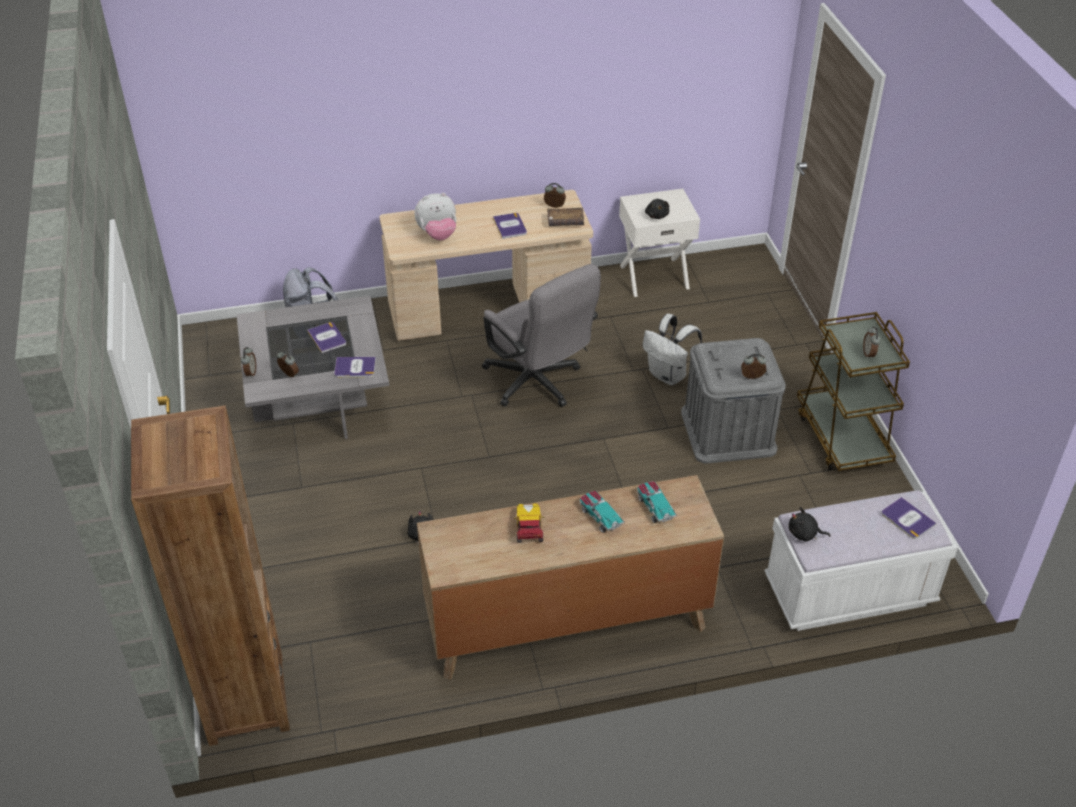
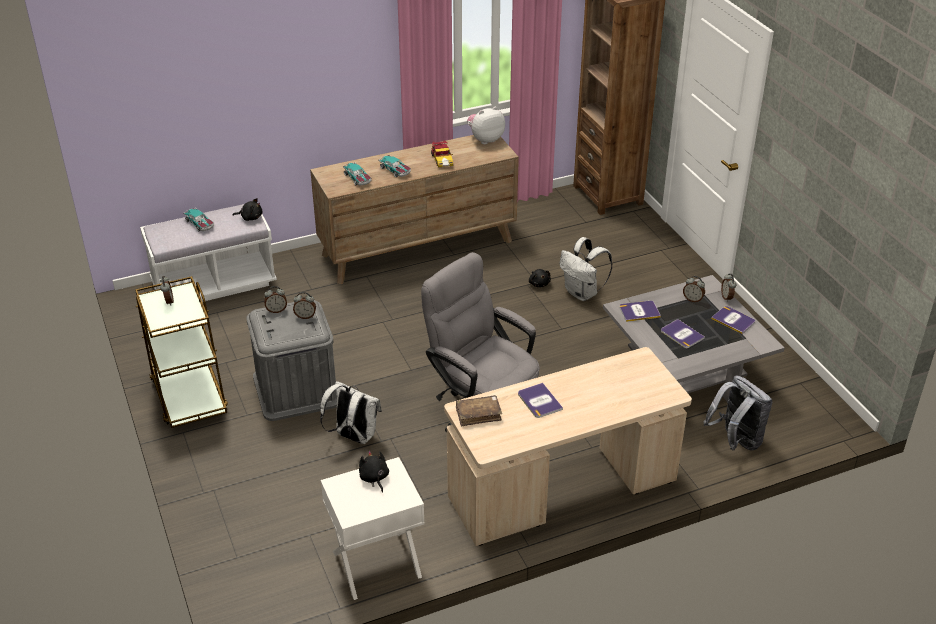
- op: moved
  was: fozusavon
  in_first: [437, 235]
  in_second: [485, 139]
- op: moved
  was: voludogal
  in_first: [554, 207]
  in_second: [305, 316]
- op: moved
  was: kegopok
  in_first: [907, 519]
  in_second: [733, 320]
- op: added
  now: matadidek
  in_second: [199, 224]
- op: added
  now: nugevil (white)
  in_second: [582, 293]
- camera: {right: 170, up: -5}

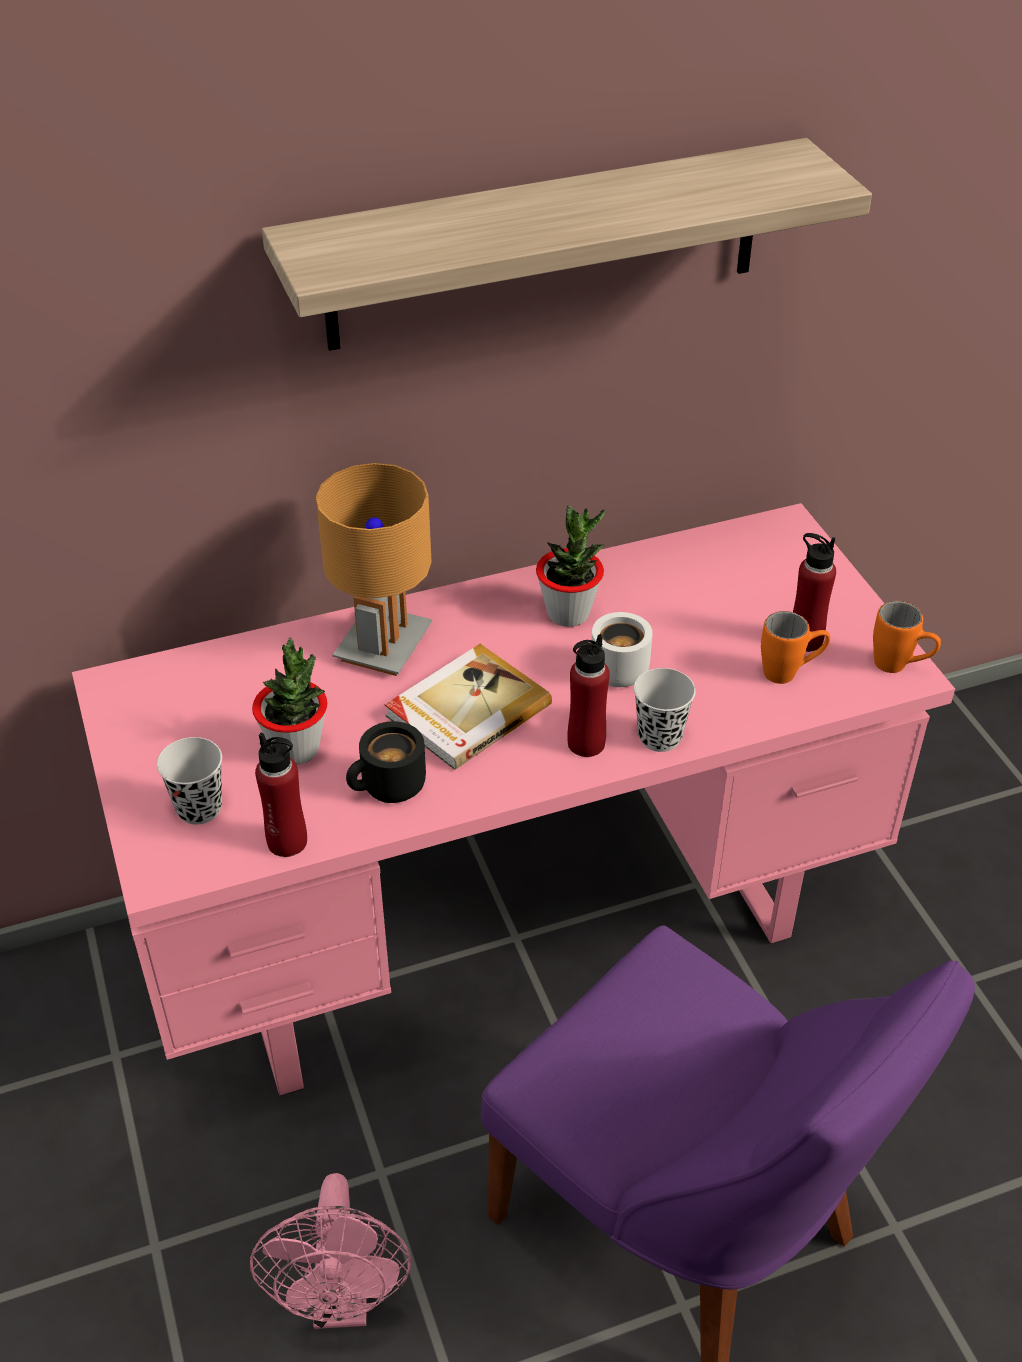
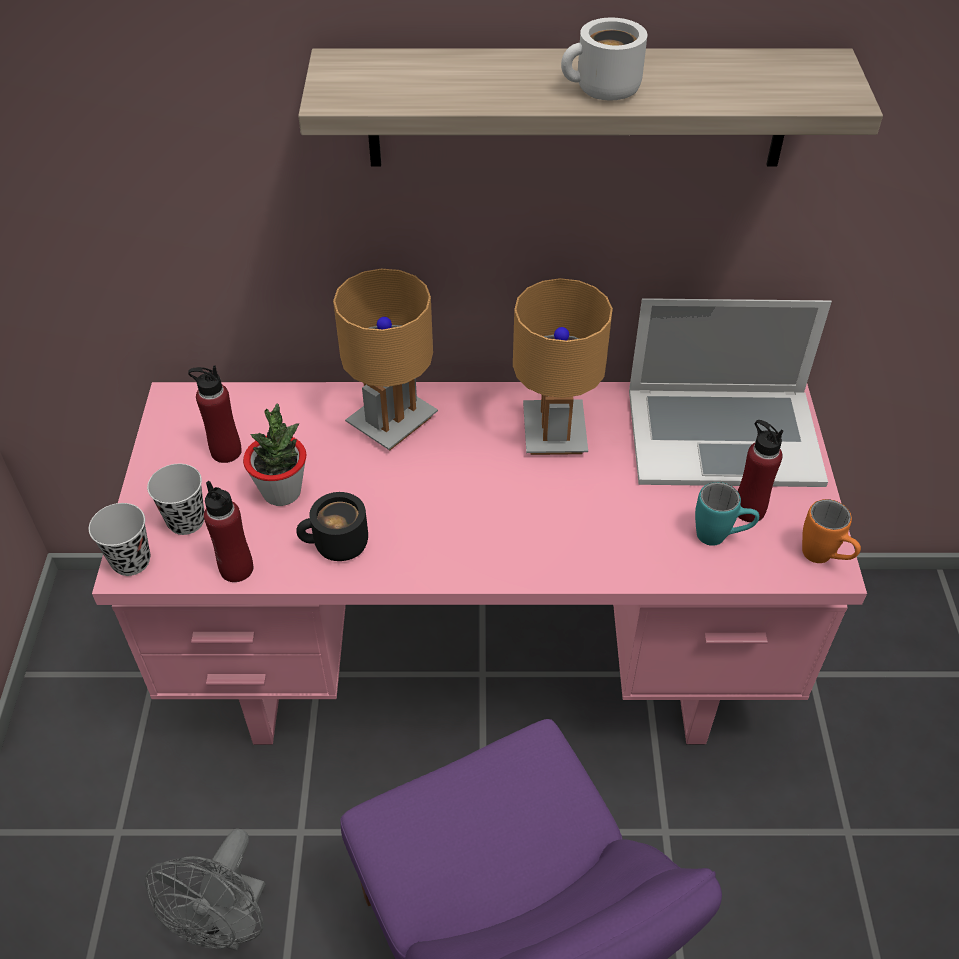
- op: recoloured
  was: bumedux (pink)
  now: bumedux (grey)
  in_first: [342, 1301]
  in_second: [229, 925]
- op: removed
  was: kegopok
  in_first: [466, 710]
- op: replaced
  was: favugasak
  now: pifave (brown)
  in_first: [568, 613]
  in_second: [555, 432]
- op: moved
  was: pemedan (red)
  in_first: [586, 743]
  in_second: [226, 451]
- op: moved
  was: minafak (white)
  in_first: [616, 675]
  in_second: [603, 91]
- op: moved
  was: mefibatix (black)
  in_first: [659, 737]
  in_second: [131, 561]
- op: recoloured
  was: minafak (orange)
  now: minafak (turquoise)
  in_first: [790, 673]
  in_second: [720, 537]
- op: added
  now: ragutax
  in_second: [723, 435]
- camera: {right: 20, up: 5}

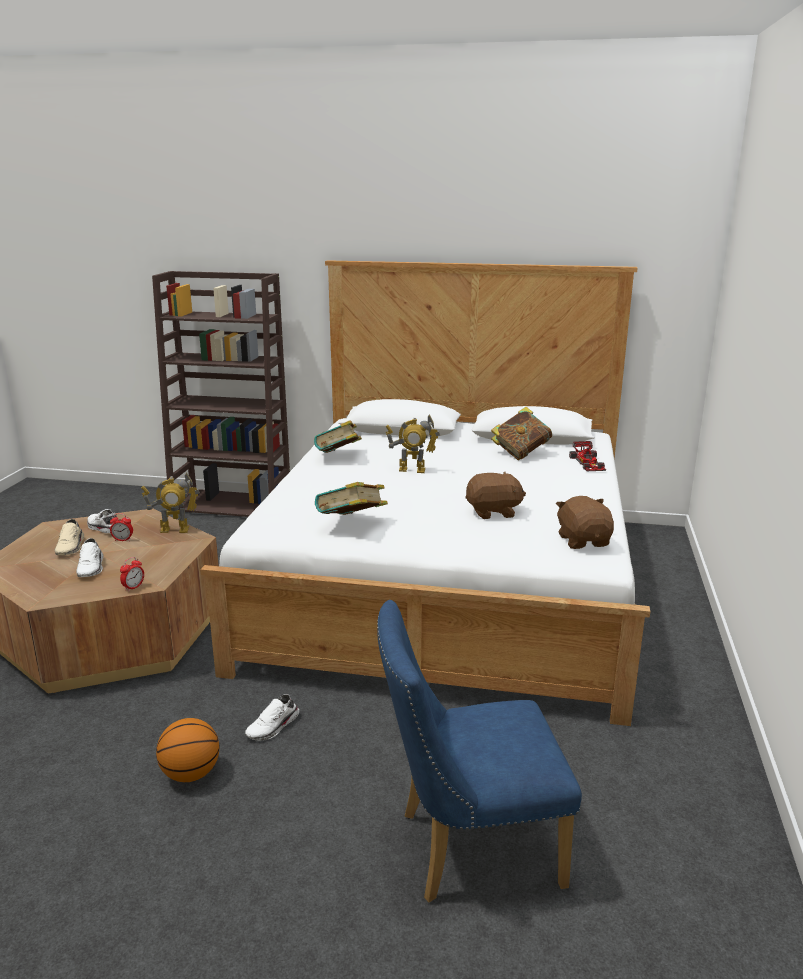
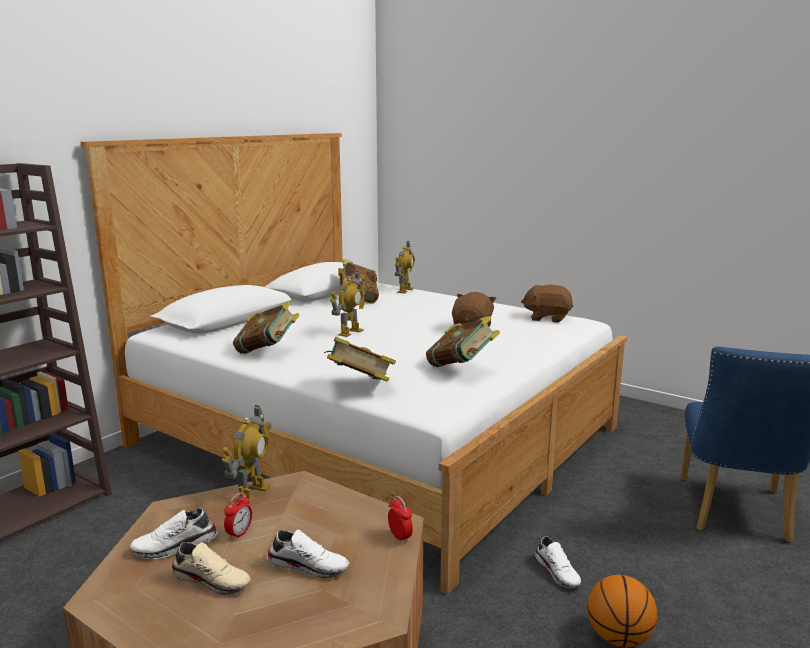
- op: replaced
  was: matadidek
  now: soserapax
  in_first: [588, 463]
  in_second: [405, 290]
- op: added
  now: kegopok
  in_second: [359, 386]
- camera: {right: -65, up: -5}

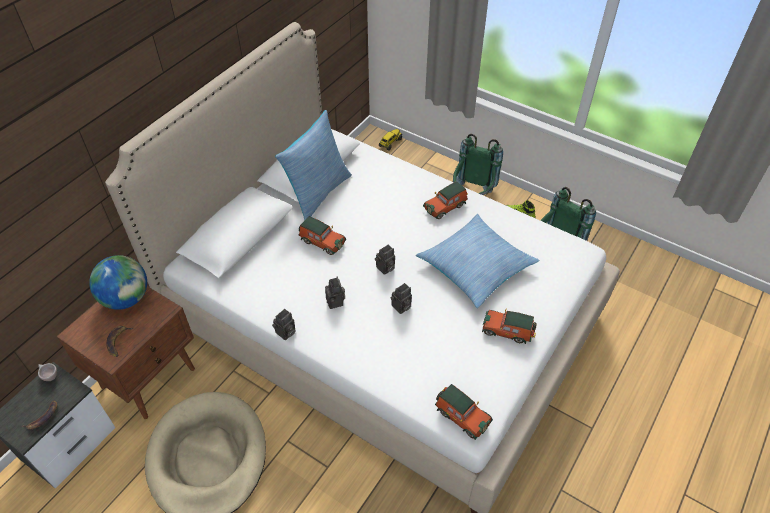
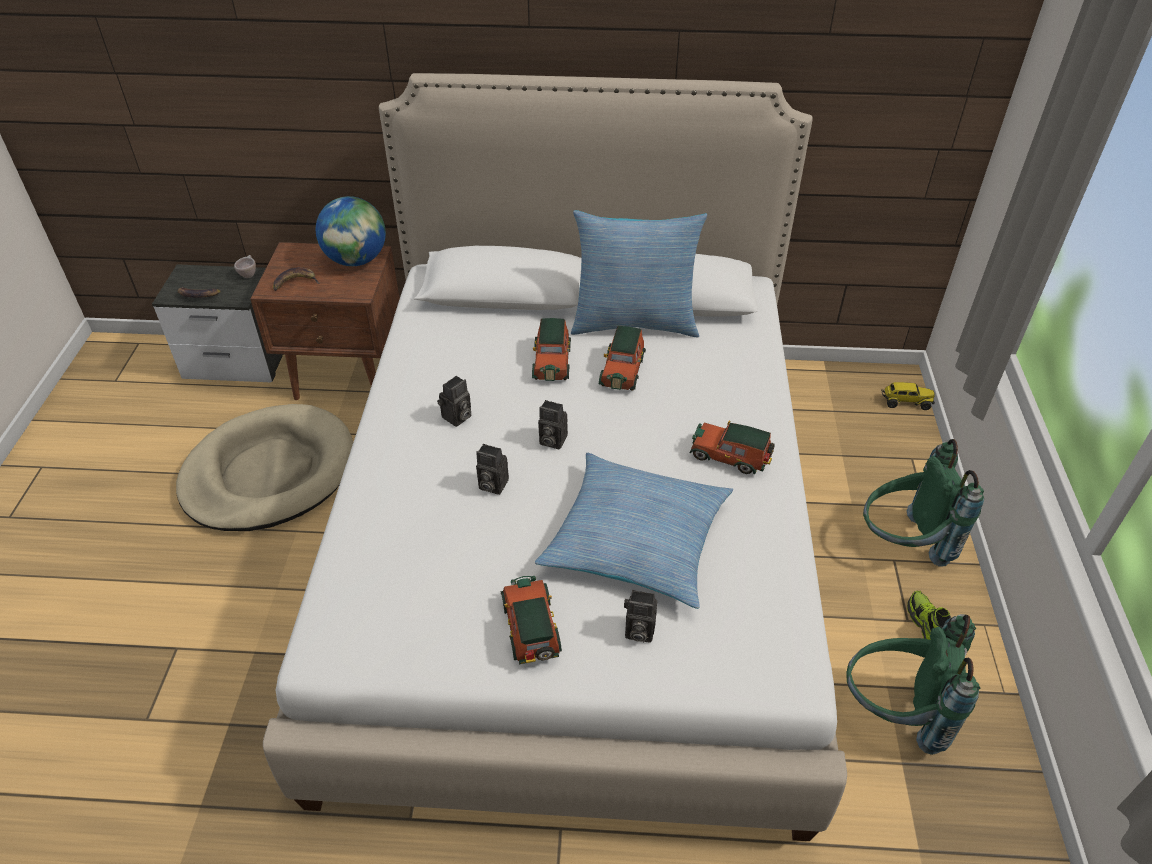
- op: moved
  was: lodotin
  in_first: [285, 333]
  in_second: [638, 631]
- op: moved
  was: matadidek
  in_first: [461, 415]
  in_second: [623, 370]
- camera: {right: 60, up: -5}

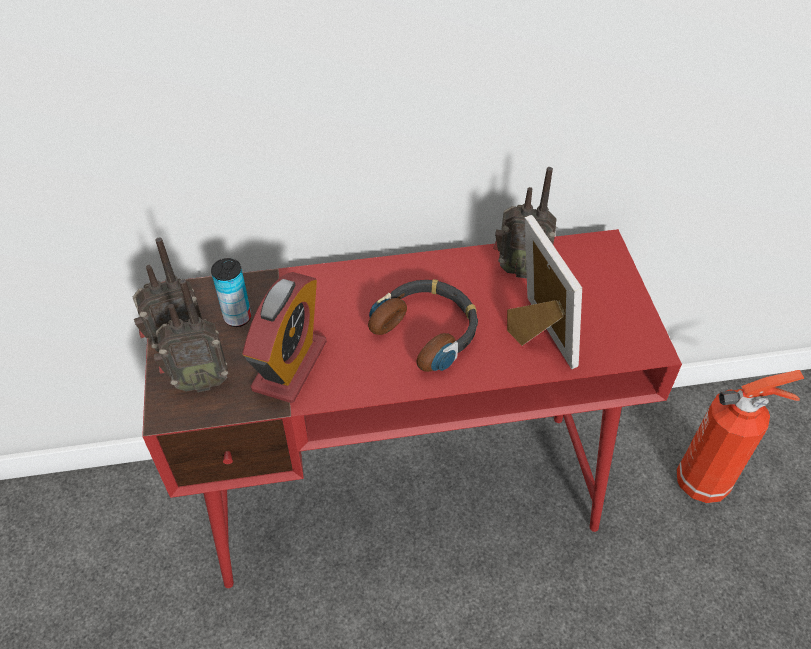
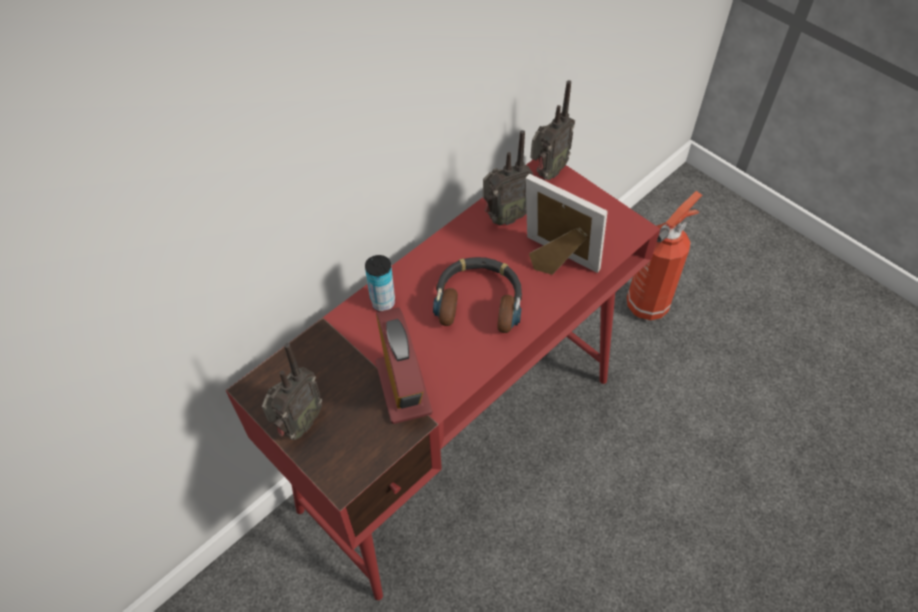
- op: moved
  was: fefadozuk
  in_first: [199, 381]
  in_second: [547, 173]
- op: moved
  was: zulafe
  in_first: [237, 317]
  in_second: [383, 303]
- camera: {right: -35, up: 5}

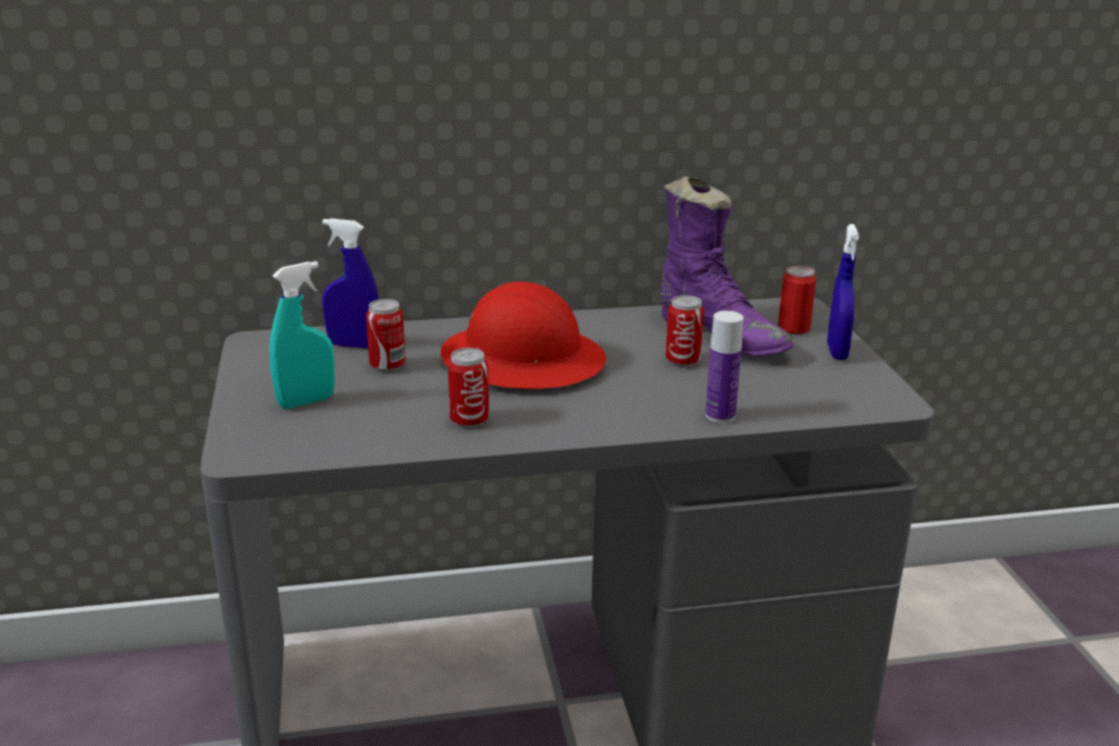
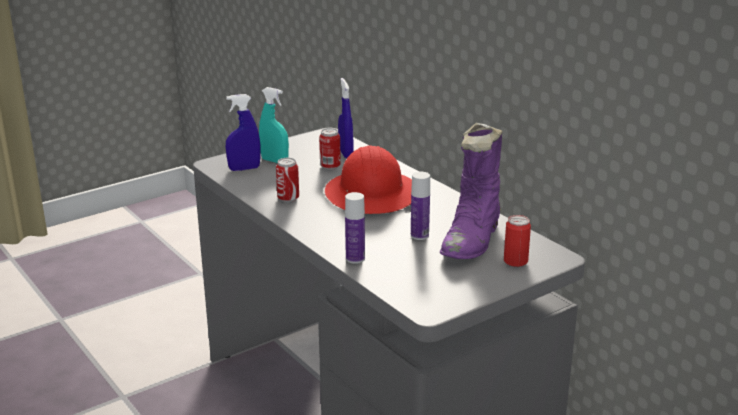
- op: replaced
  was: zulafe
  now: pemedan
  in_first: [682, 361]
  in_second: [419, 235]
- op: moved
  was: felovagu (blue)
  in_first: [837, 352]
  in_second: [244, 169]
- camera: {right: 65, up: 0}

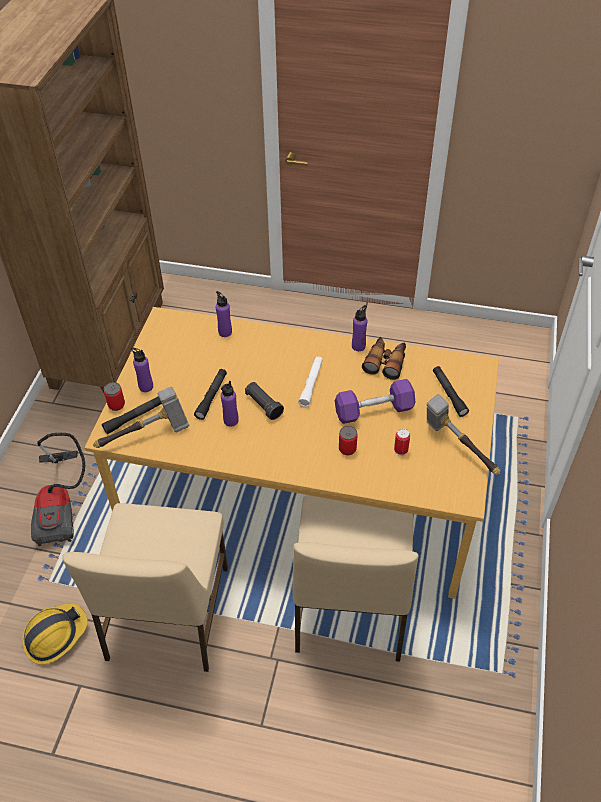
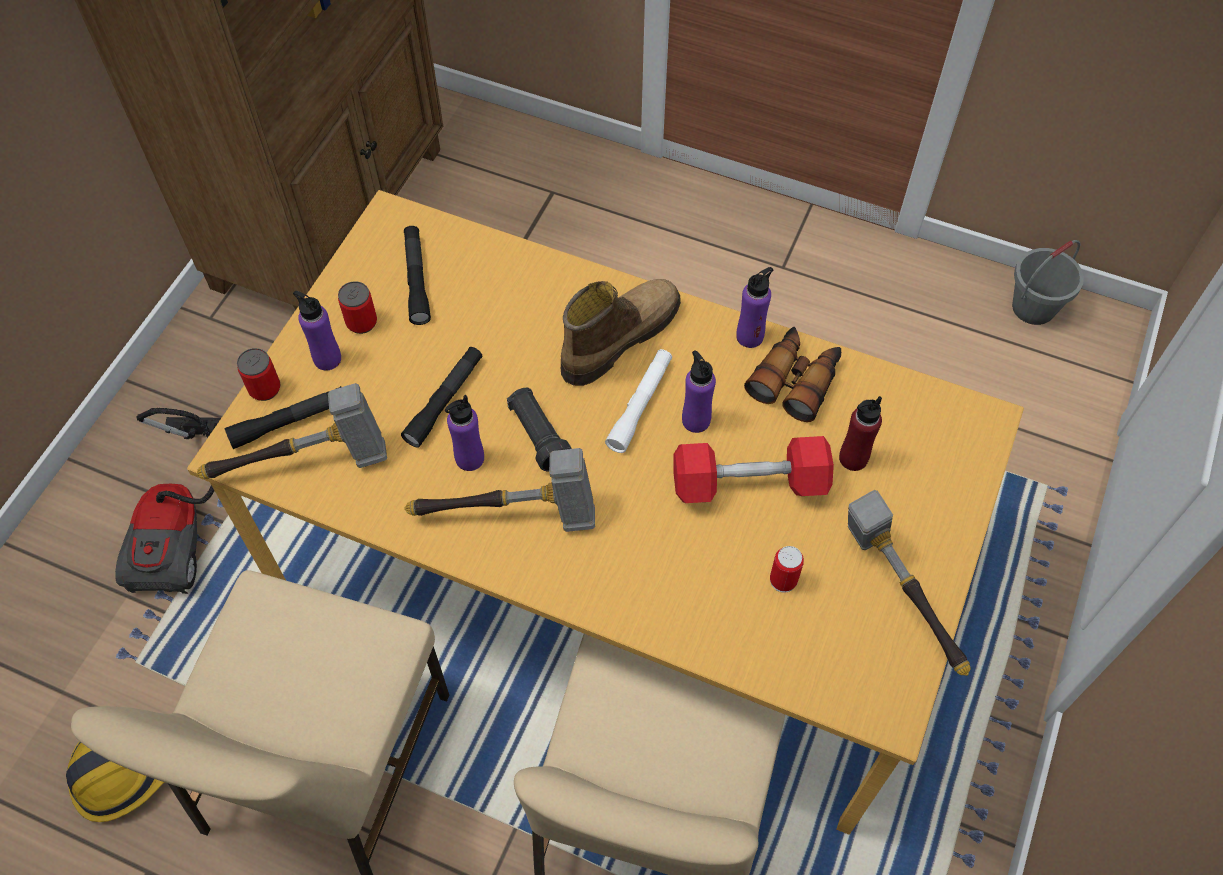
- op: moved
  was: pemedan (purple)
  in_first: [225, 332]
  in_second: [696, 420]
- op: recoloured
  was: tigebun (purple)
  now: tigebun (red)
  in_first: [374, 410]
  in_second: [749, 483]
- op: moved
  was: zulafe
  in_first: [347, 449]
  in_second: [361, 322]
- op: moved
  was: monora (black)
  in_first: [449, 394]
  in_second: [416, 280]
- op: added
  now: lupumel
  in_second: [510, 516]
- op: added
  now: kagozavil
  in_second: [618, 337]
- op: added
  now: pemedan (red)
  in_second: [853, 458]
- op: added
  now: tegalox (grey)
  in_second: [1033, 308]
- camera: {right: 10, up: 10}

